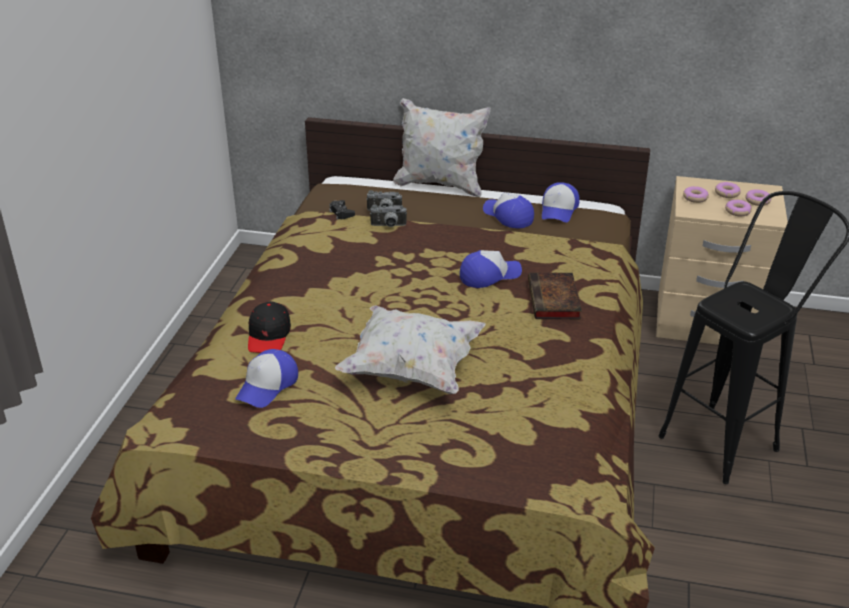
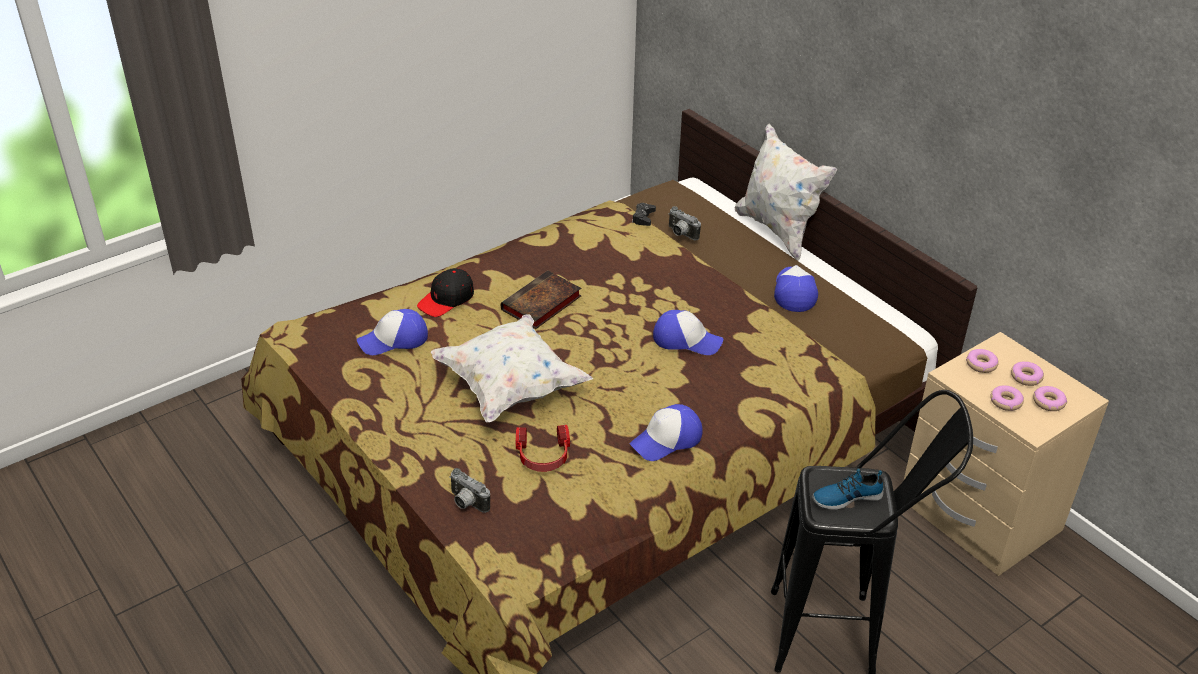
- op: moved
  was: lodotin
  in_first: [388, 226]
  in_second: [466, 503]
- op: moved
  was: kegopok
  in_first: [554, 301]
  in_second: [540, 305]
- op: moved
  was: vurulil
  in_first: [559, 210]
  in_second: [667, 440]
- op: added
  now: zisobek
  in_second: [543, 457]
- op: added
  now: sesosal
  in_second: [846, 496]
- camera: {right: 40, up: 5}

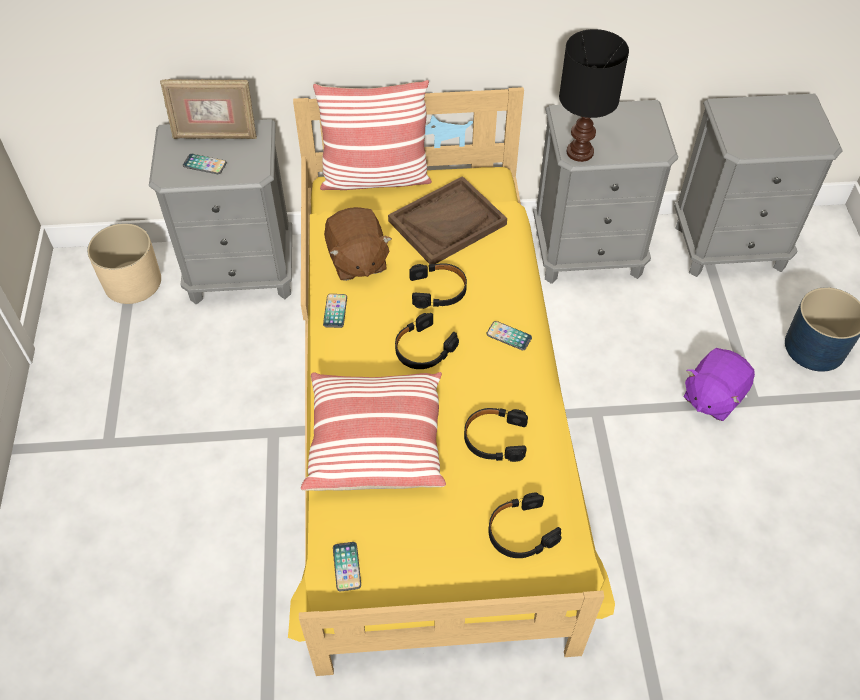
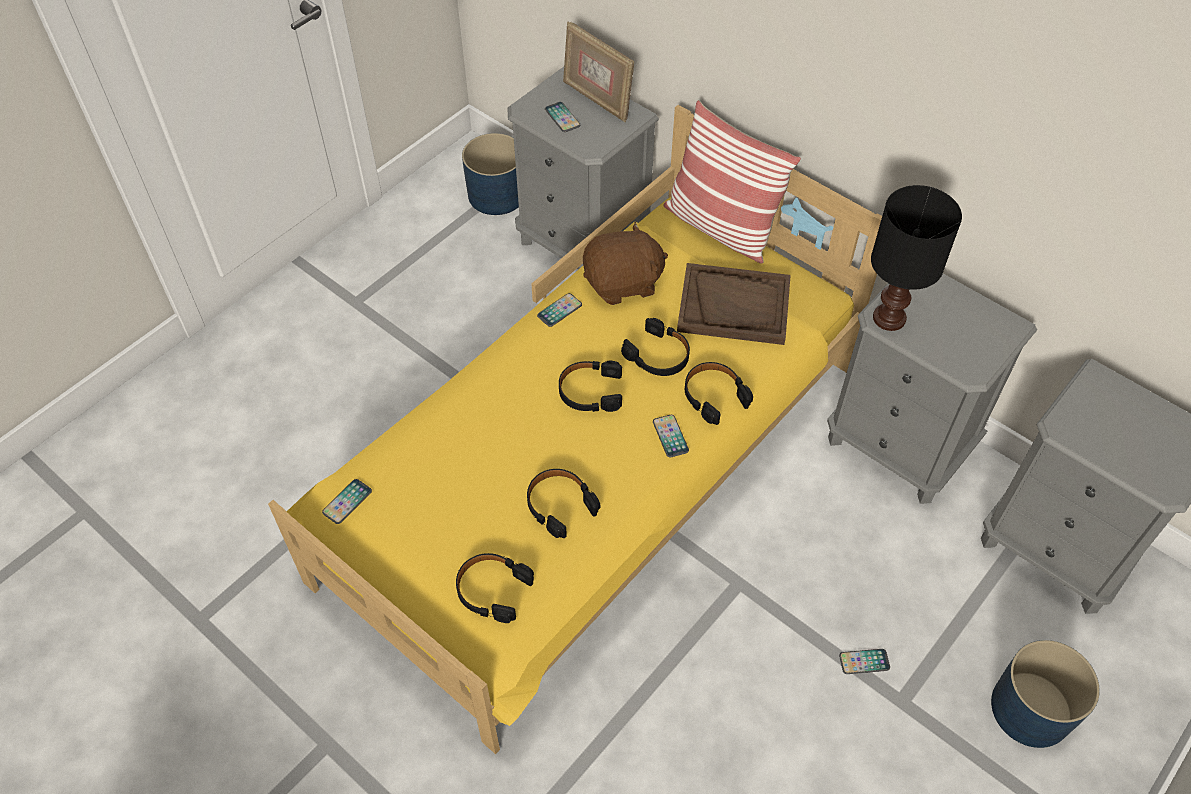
- op: recoloured
  was: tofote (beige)
  now: tofote (blue)
  in_first: [132, 281]
  in_second: [497, 194]
- op: removed
  was: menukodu
  in_first: [375, 441]
- op: turned
  was: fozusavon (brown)
  in_first: [357, 260]
  in_second: [623, 283]
  clockwise: -135
- op: replaced
  was: fozusavon (purple)
  now: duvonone
  in_first: [712, 396]
  in_second: [864, 662]
- op: added
  now: zisobek (black)
  in_second: [714, 396]
- camera: {right: 45, up: 0}

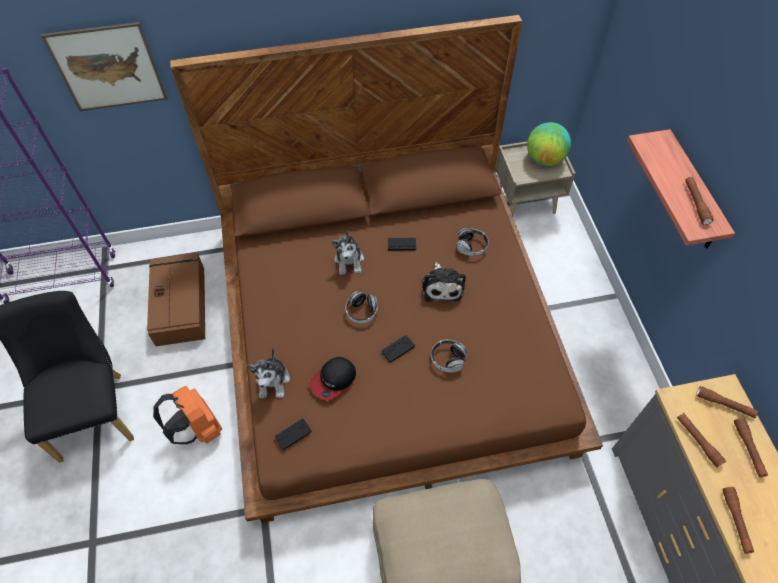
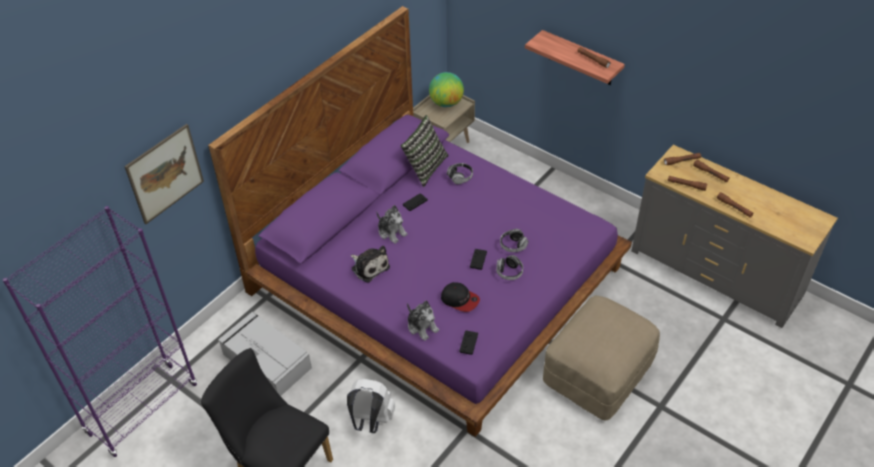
- op: recoloured
  was: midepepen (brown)
  now: midepepen (grey)
  in_first: [180, 304]
  in_second: [266, 360]
- op: recoloured
  was: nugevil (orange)
  now: nugevil (white)
  in_first: [197, 428]
  in_second: [370, 421]
- op: recoloured
  was: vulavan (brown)
  now: vulavan (purple)
  in_first: [389, 333]
  in_second: [437, 278]
- op: turned
  was: vurulil
  in_first: [333, 380]
  in_second: [460, 300]
  clockwise: -60
- op: moved
  was: zisobek
  in_first: [362, 312]
  in_second: [509, 272]
- op: moved
  was: fozusavon
  in_first: [442, 286]
  in_second: [369, 267]
- op: added
  now: menukodu
  in_second: [425, 167]
- camera: {right: -40, up: -10}

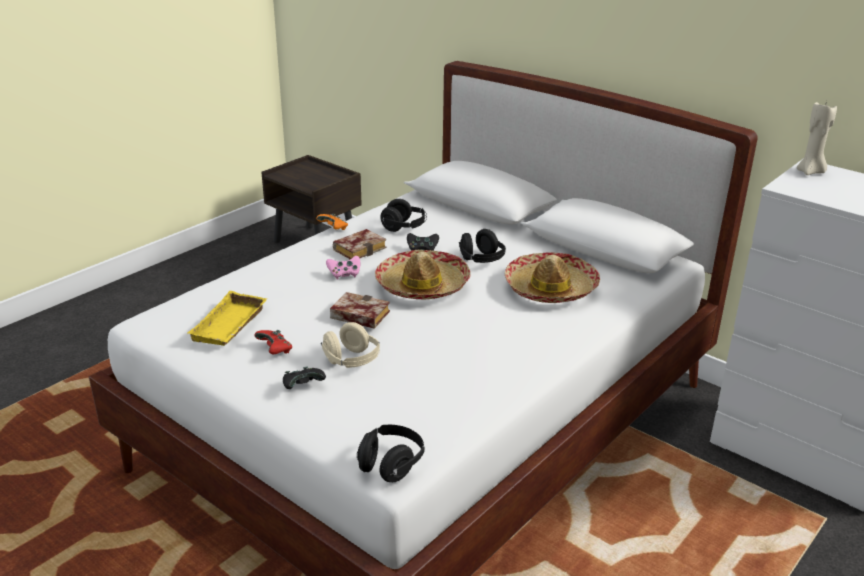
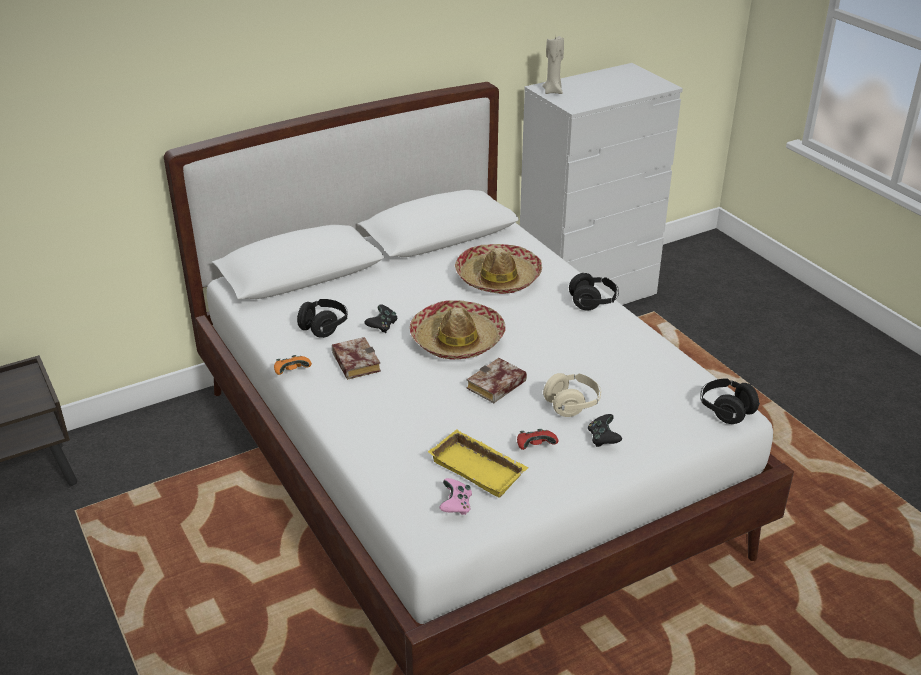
- op: moved
  was: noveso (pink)
  in_first: [344, 274]
  in_second: [456, 506]
- op: moved
  was: zisobek (black)
  in_first: [481, 260]
  in_second: [593, 302]
- camera: {right: -70, up: 5}

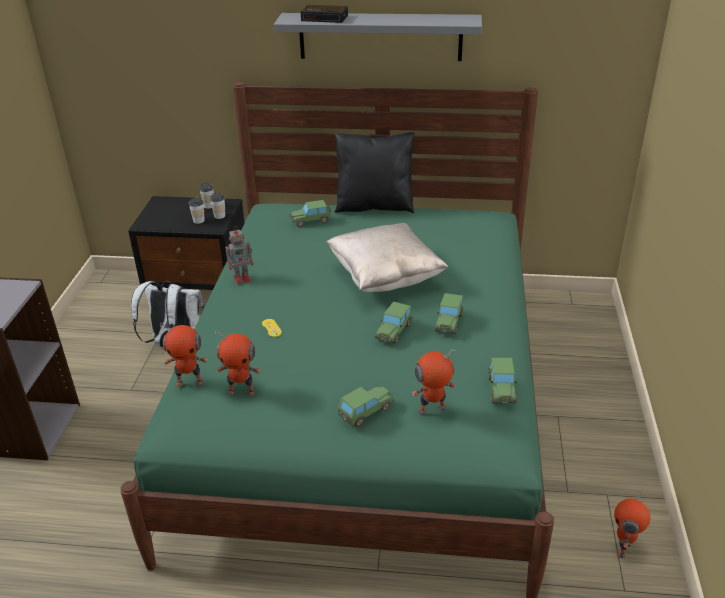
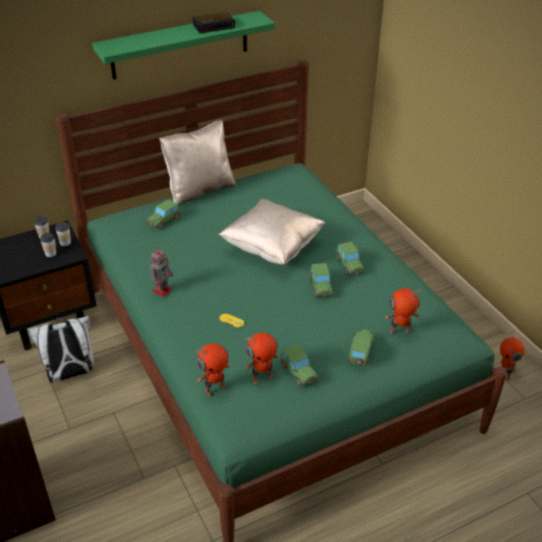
- op: recoloured
  was: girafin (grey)
  now: girafin (green)
  in_first: [380, 36]
  in_second: [180, 45]
- op: moved
  was: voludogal
  in_first: [325, 18]
  in_second: [214, 26]
- op: recoloured
  was: menukodu (black)
  now: menukodu (beige)
  in_first: [374, 206]
  in_second: [199, 190]
- op: turned
  was: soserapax
  in_first: [432, 410]
  in_second: [399, 332]
  clockwise: 45
- op: moved
  was: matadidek
  in_first: [501, 389]
  in_second: [298, 372]
- camera: {right: -35, up: 5}

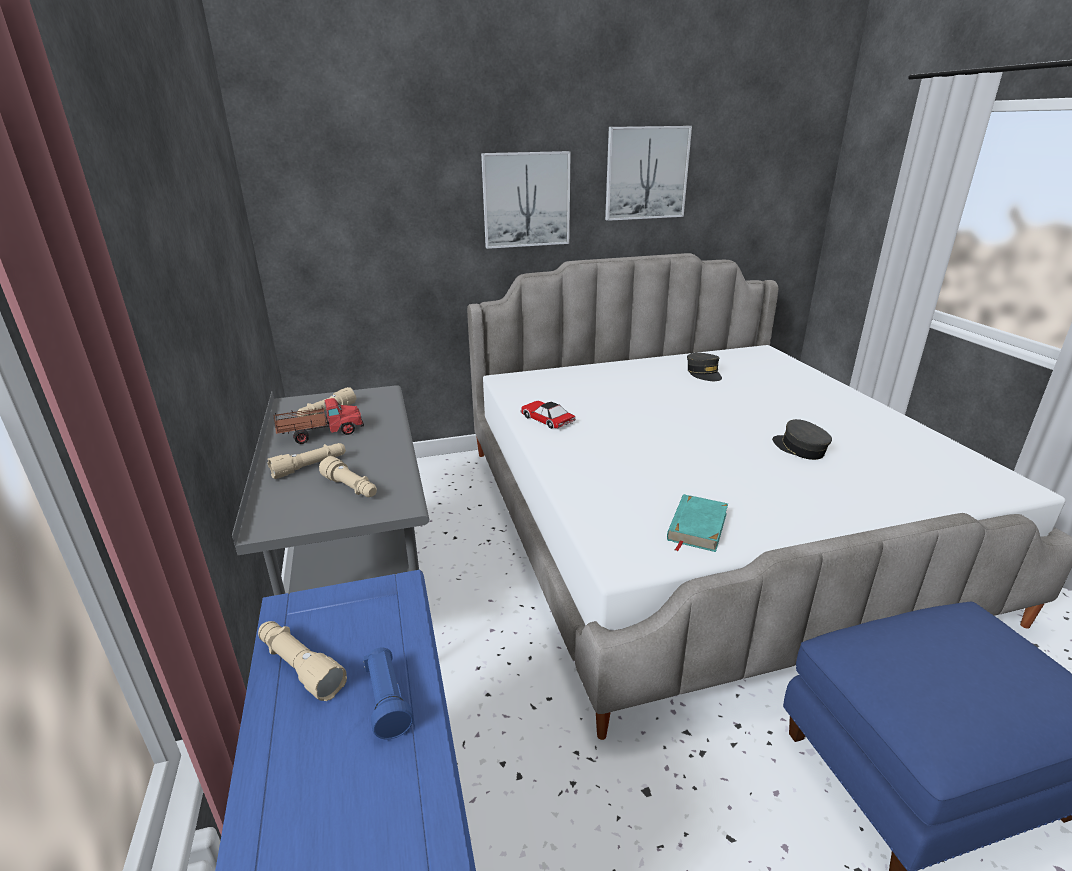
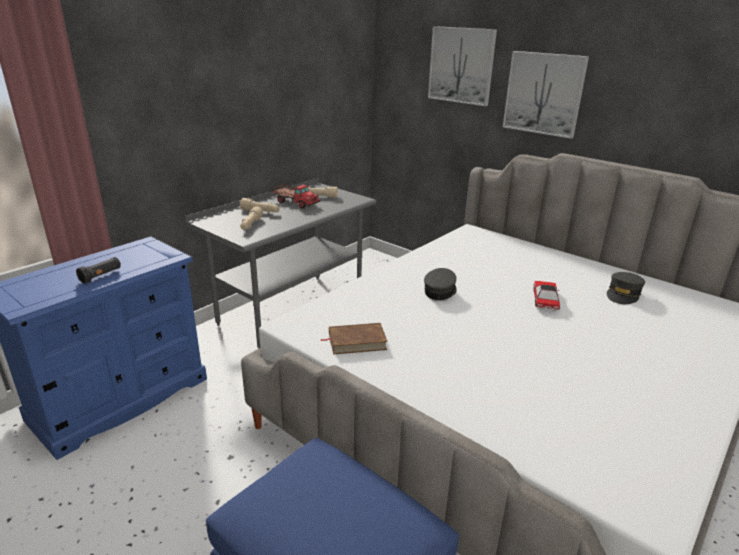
- op: removed
  was: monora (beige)
  in_first: [299, 667]
- op: recoloured
  was: monora (blue)
  now: monora (black)
  in_first: [387, 701]
  in_second: [101, 276]
- op: moved
  was: matadidek
  in_first: [547, 420]
  in_second: [545, 300]
- op: moved
  was: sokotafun
  in_first: [646, 173]
  in_second: [461, 65]
- op: recoloured
  was: kegopok (turquoise)
  now: kegopok (brown)
  in_first: [696, 527]
  in_second: [356, 341]
- op: moved
  was: vurulil (grey)
  in_first: [799, 448]
  in_second: [440, 291]
- camera: {right: 55, up: 0}

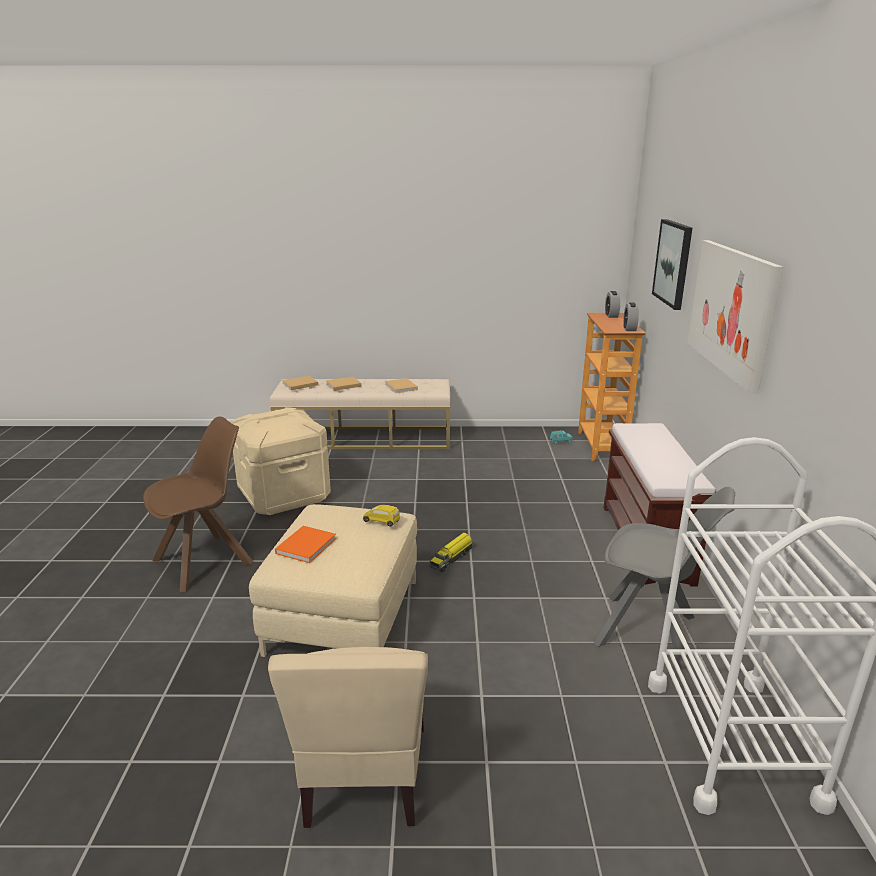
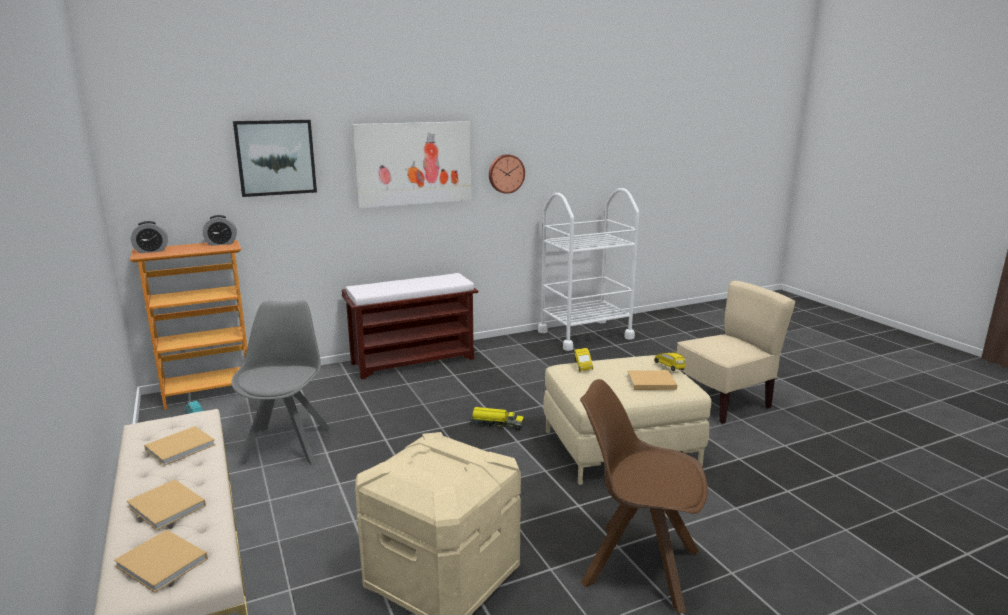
- op: recoloured
  was: kegopok (orange)
  now: kegopok (beige)
  in_first: [307, 545]
  in_second: [649, 382]
- op: moved
  was: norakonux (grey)
  in_first: [649, 632]
  in_second: [287, 443]
- op: added
  now: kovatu
  in_second: [506, 173]
- op: added
  now: matadidek (yellow)
  in_second: [669, 367]
- camera: {right: -115, up: -5}

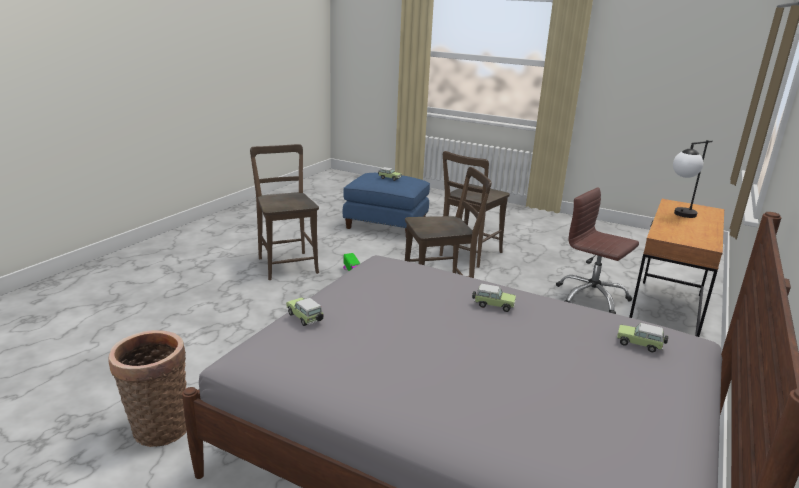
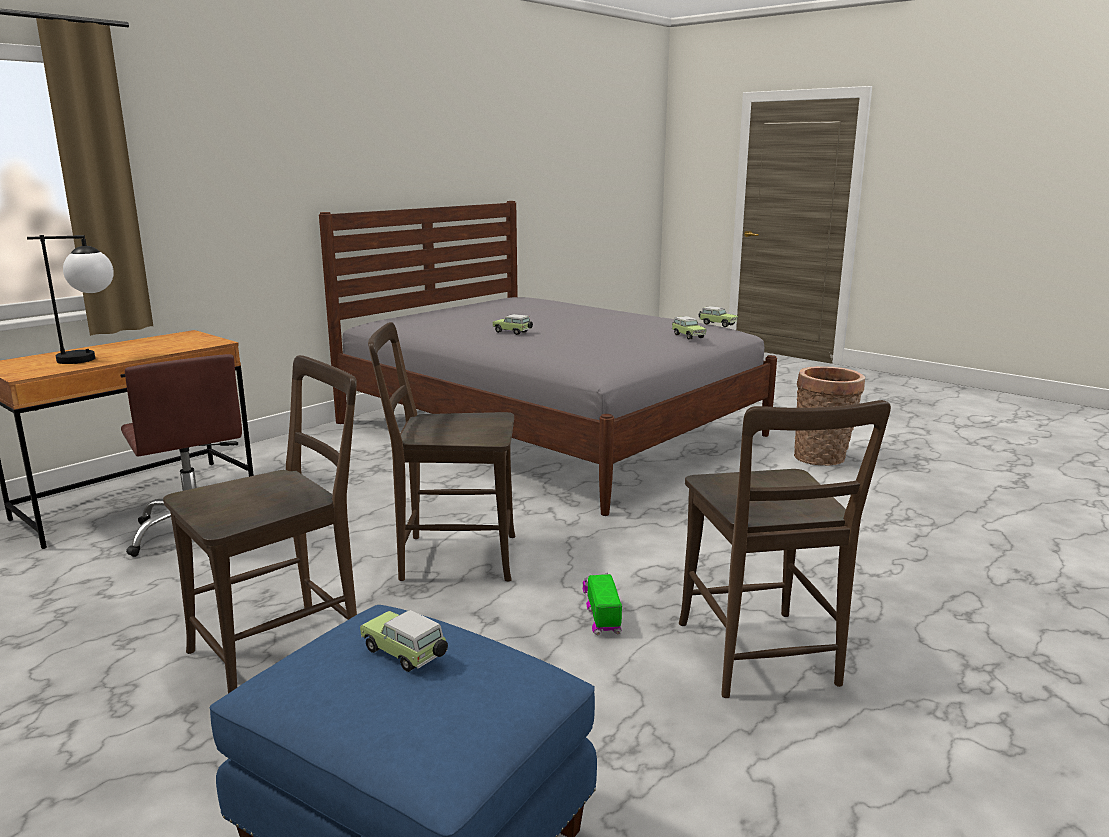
- op: moved
  was: matadidek
  in_first: [640, 345]
  in_second: [717, 324]
- camera: {right: -165, up: -5}

